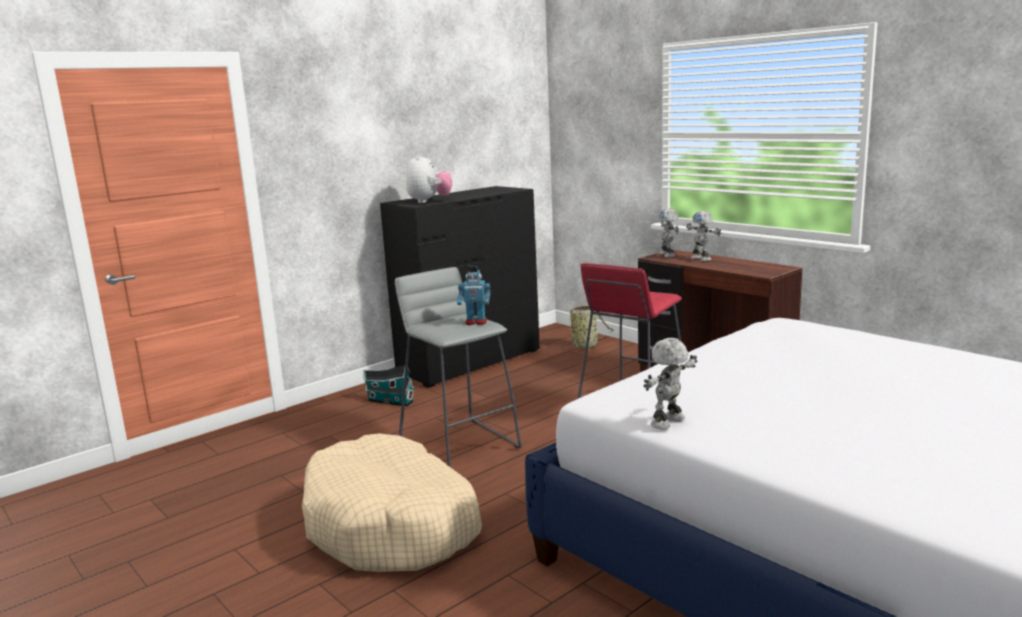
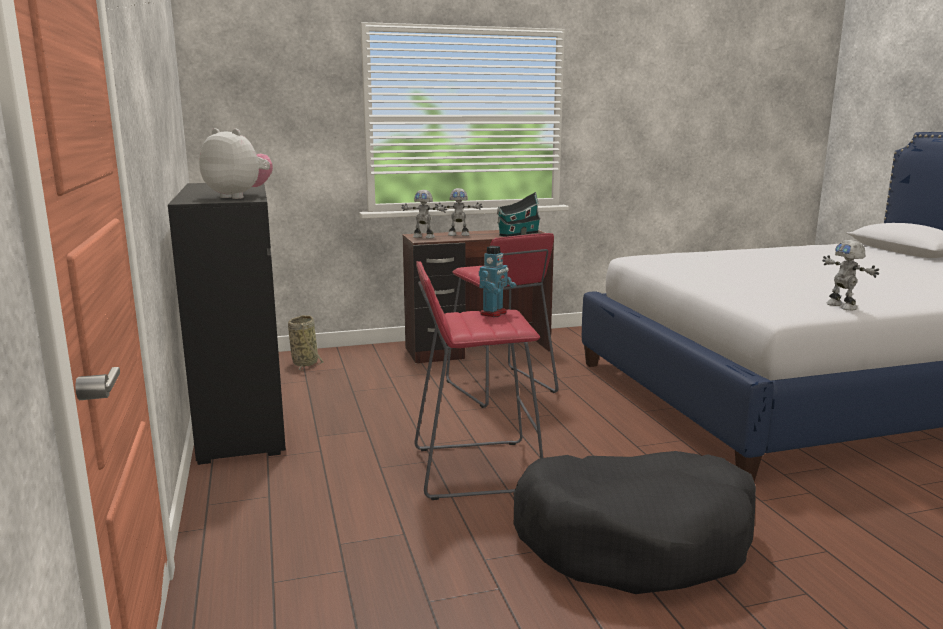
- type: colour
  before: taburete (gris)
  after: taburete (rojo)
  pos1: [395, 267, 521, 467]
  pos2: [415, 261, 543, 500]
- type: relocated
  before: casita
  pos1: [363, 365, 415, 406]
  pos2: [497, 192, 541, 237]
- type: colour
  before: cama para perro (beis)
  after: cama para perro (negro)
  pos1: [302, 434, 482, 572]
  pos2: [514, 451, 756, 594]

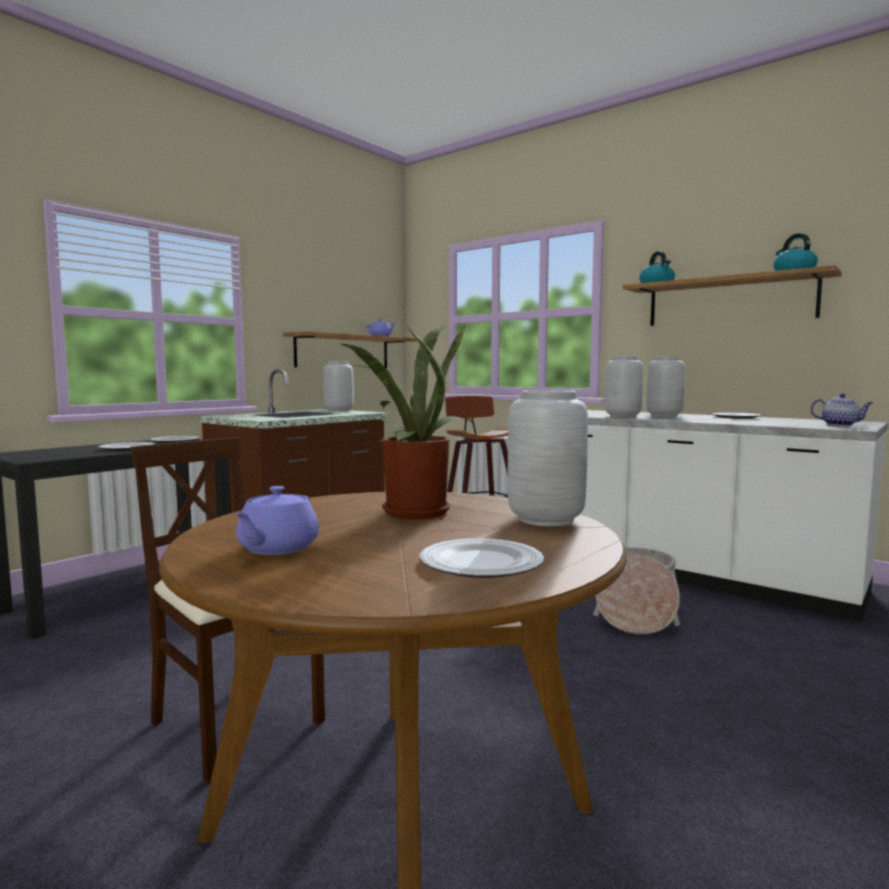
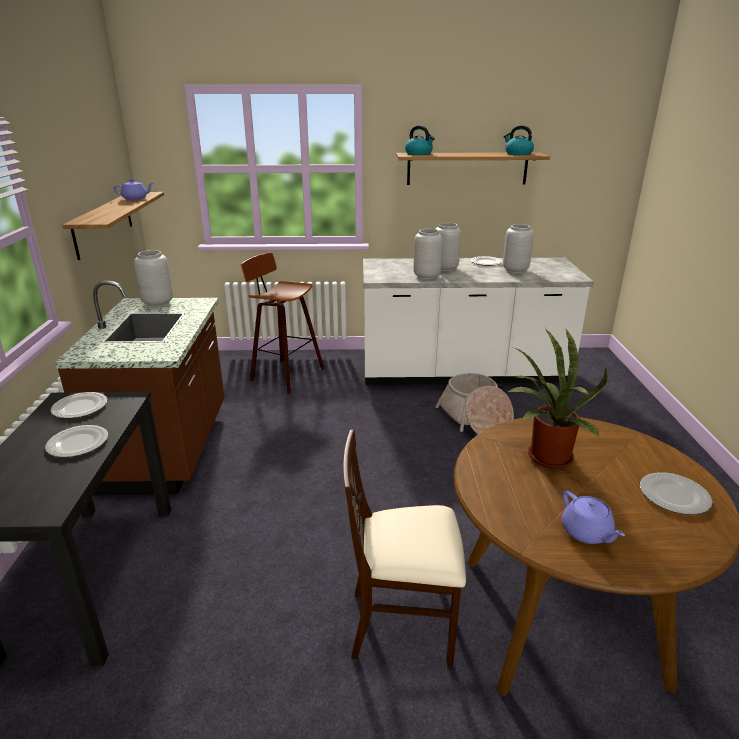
- type: relocated
  before: florero (gris)
  pos1: [508, 390, 588, 526]
  pos2: [503, 224, 534, 273]
- type: missing
  before: tetera
  pos1: [810, 393, 873, 426]

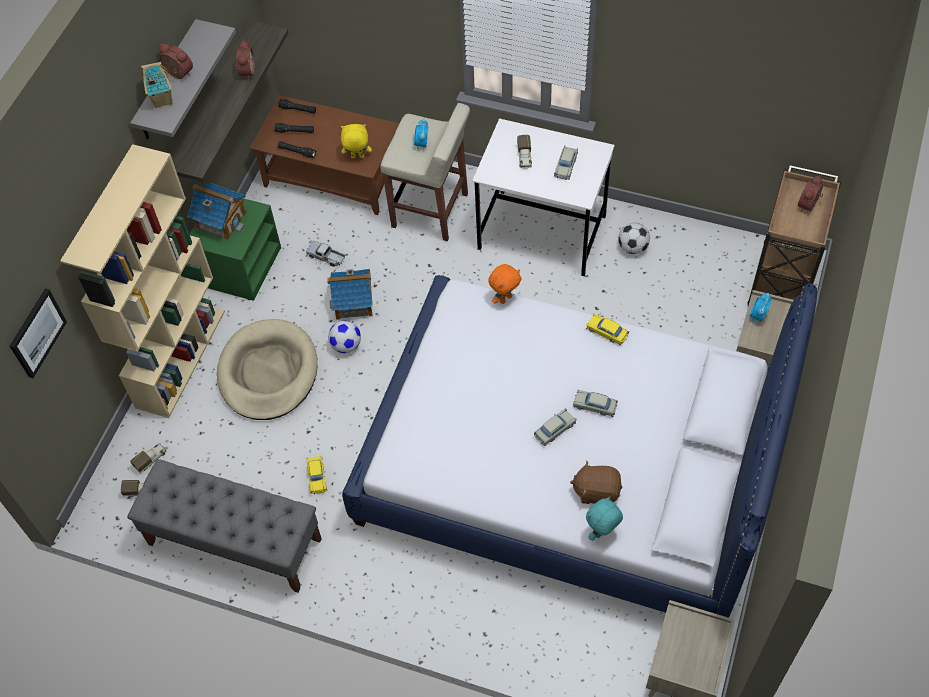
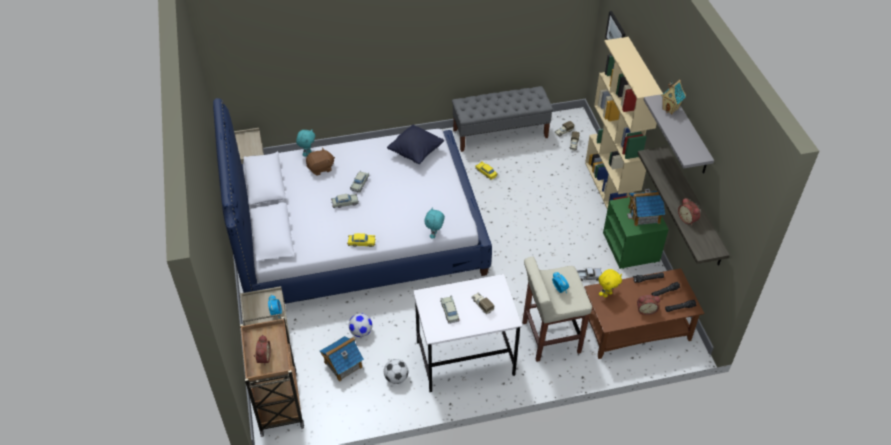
- type: relocated
  before: casita
  pos1: [327, 269, 373, 320]
  pos2: [320, 336, 364, 382]
- type: relocated
  before: balón de fútbol
  pos1: [328, 321, 361, 353]
  pos2: [349, 313, 372, 337]
- type: appeared
  after: cojín (negro)
  pos2: [387, 125, 444, 164]
- type: colour
  before: peluche (naranja)
  after: peluche (turquesa)
  pos1: [488, 264, 521, 304]
  pos2: [424, 207, 445, 239]
- type: relocated
  before: despertador
  pos1: [160, 44, 193, 79]
  pos2: [637, 295, 660, 315]
- type: missing
  before: cama para perro (beis)
  pos1: [217, 319, 318, 420]

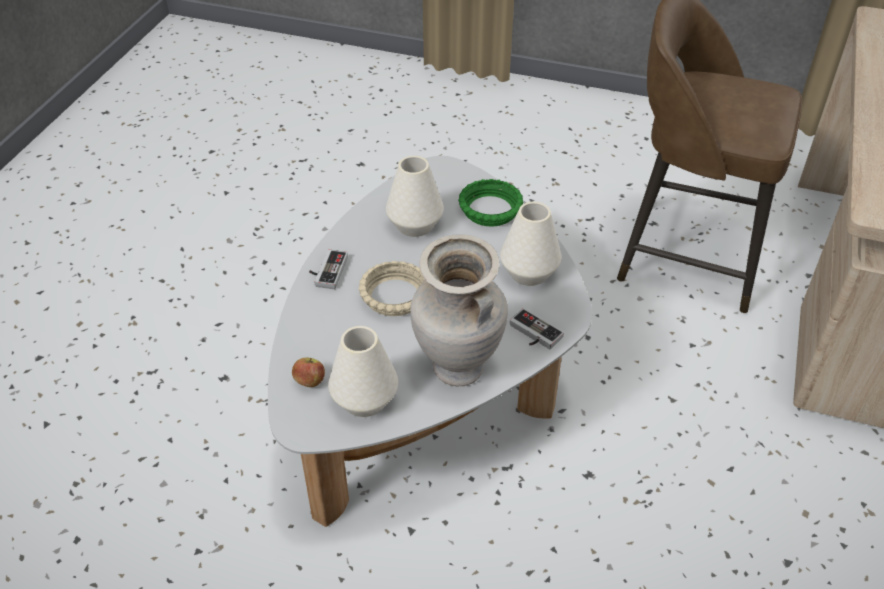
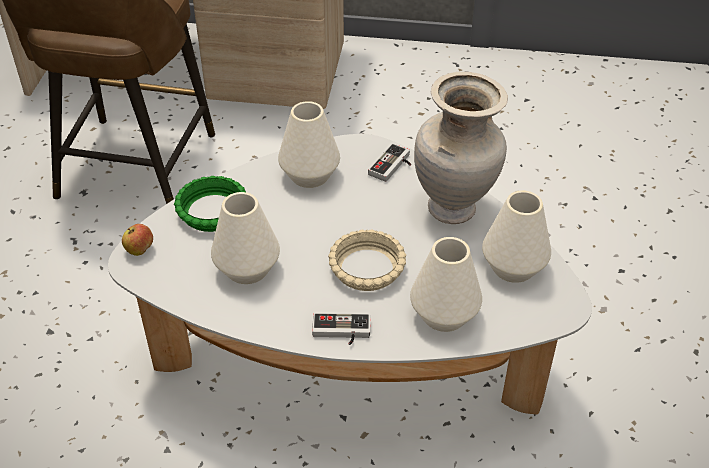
- type: relocated
  before: manzana
  pos1: [292, 358, 325, 387]
  pos2: [122, 224, 153, 256]
- type: appeared
  after: florero (blanco)
  pos2: [410, 237, 482, 332]

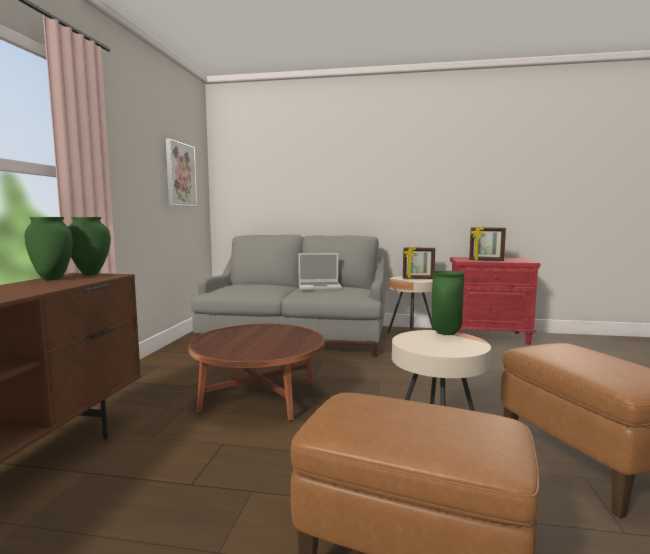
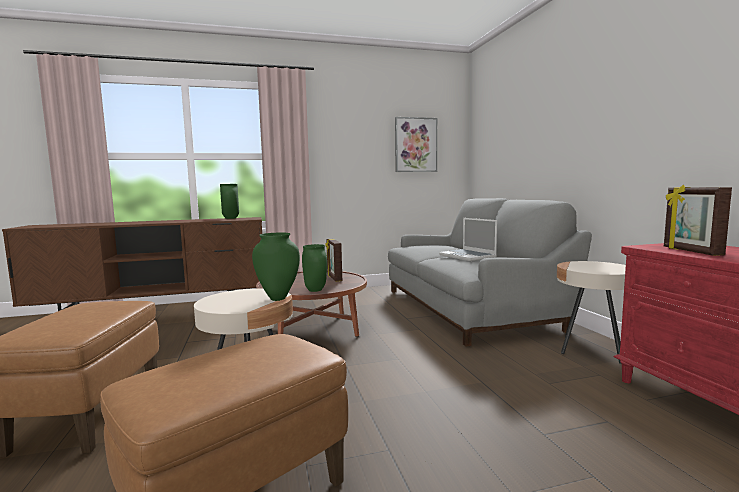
- type: relocated
  before: florero (verde)
  pos1: [68, 217, 111, 276]
  pos2: [302, 244, 327, 292]
- type: relocated
  before: portarretratos
  pos1: [403, 247, 435, 279]
  pos2: [325, 239, 342, 282]

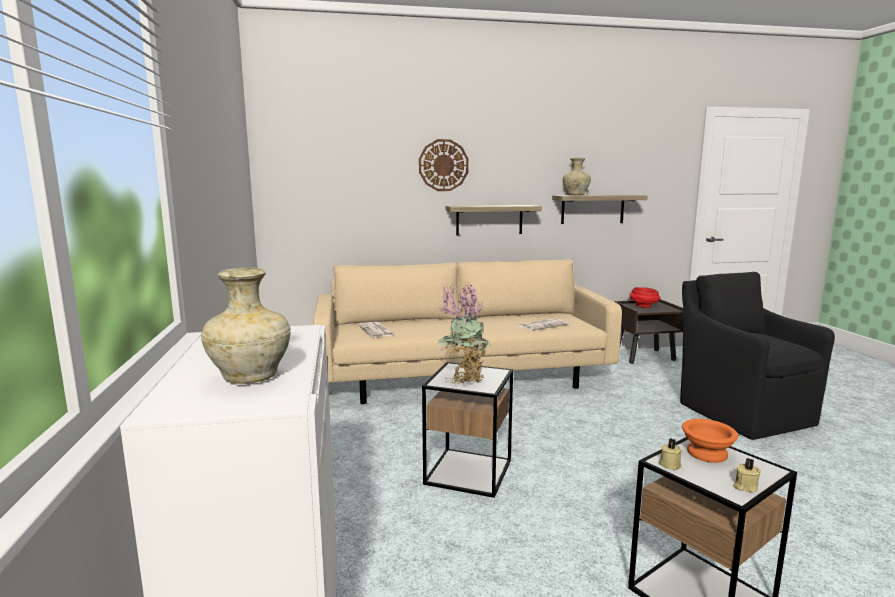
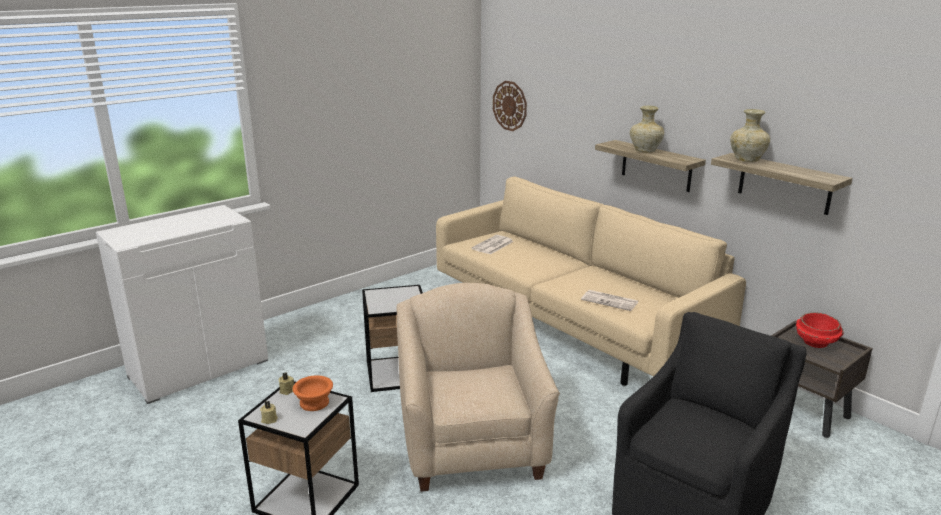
- type: appeared
  after: sillón (beis)
  pos2: [397, 283, 560, 492]
- type: relocated
  before: reloj de pared
  pos1: [419, 139, 469, 191]
  pos2: [493, 81, 527, 131]
- type: relocated
  before: florero (beis)
  pos1: [201, 267, 291, 384]
  pos2: [630, 106, 664, 153]
- type: missing
  before: planta en maceta
  pos1: [438, 283, 491, 385]

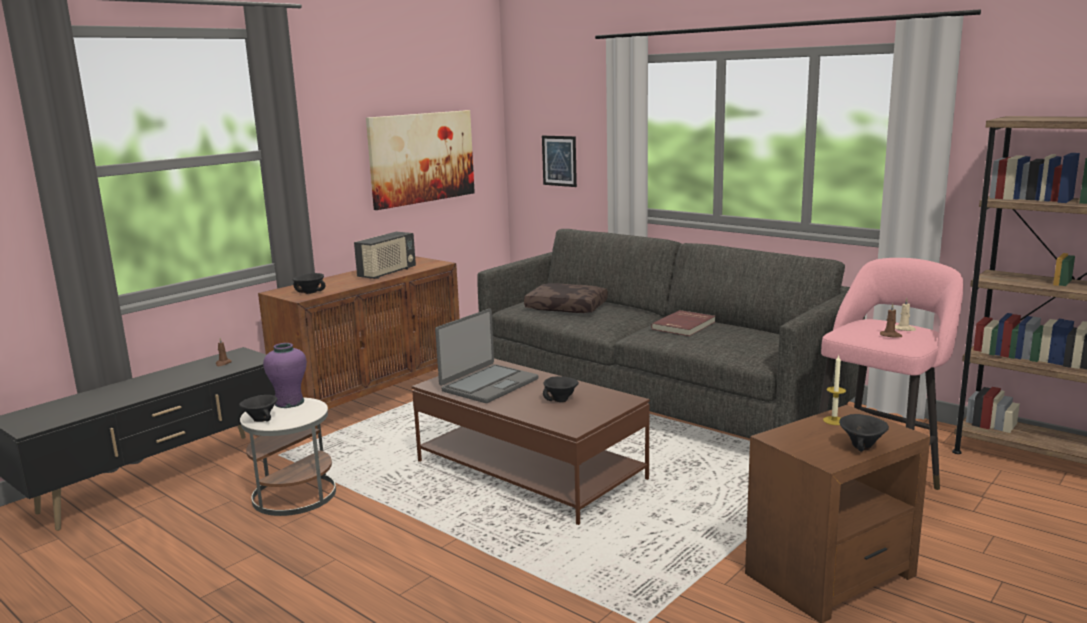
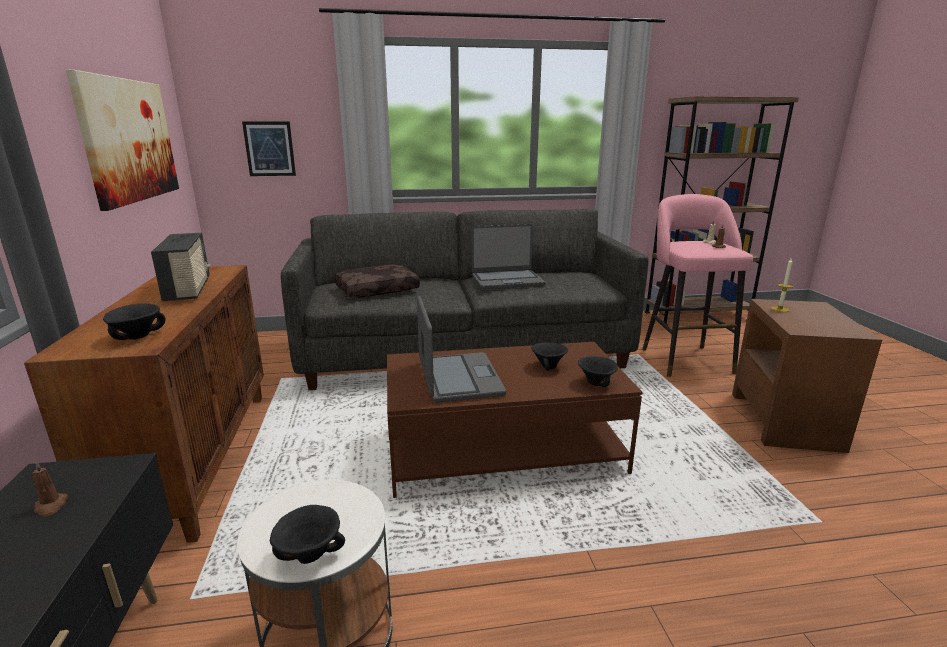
- type: exchanged
  before: libro (rojo)
  after: portátil
  pos1: [651, 310, 715, 336]
  pos2: [472, 224, 546, 289]
- type: relocated
  before: cuenco (negro)
  pos1: [839, 414, 889, 452]
  pos2: [578, 356, 618, 387]
- type: missing
  before: florero (morado)
  pos1: [263, 343, 307, 408]

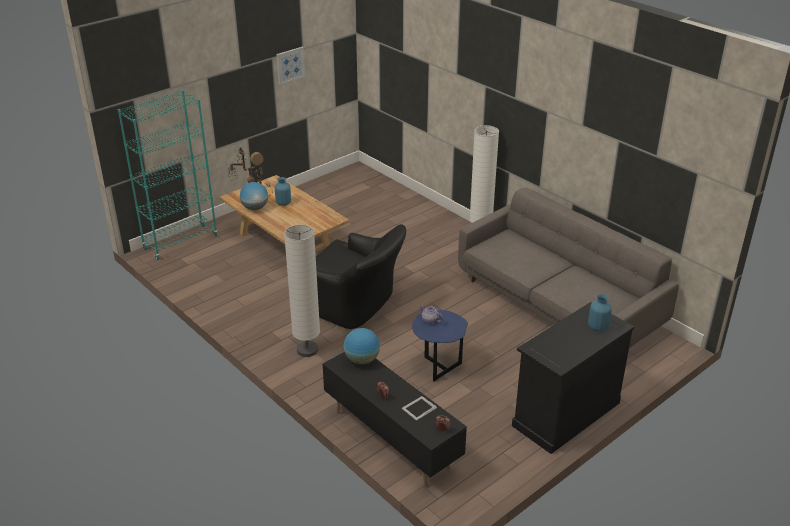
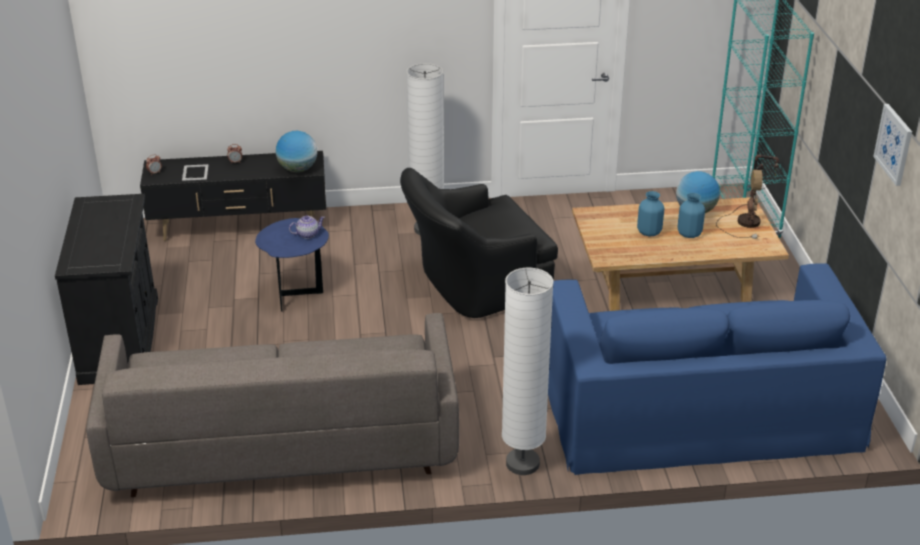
- type: appeared
  after: sofá (azul)
  pos2: [548, 263, 887, 475]
- type: relocated
  before: florero (azul)
  pos1: [588, 294, 612, 331]
  pos2: [637, 191, 664, 236]

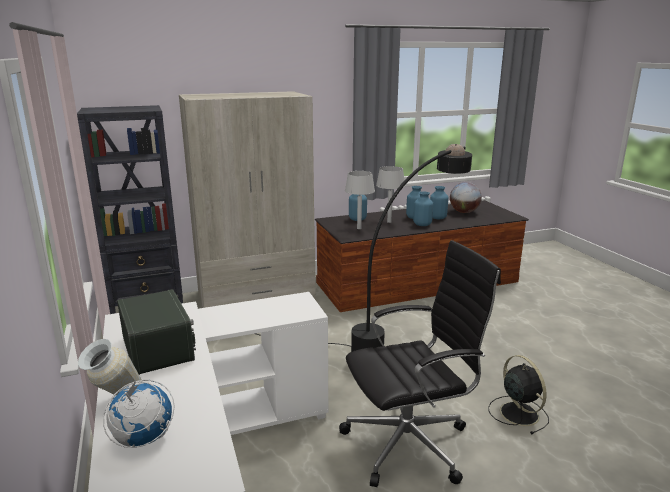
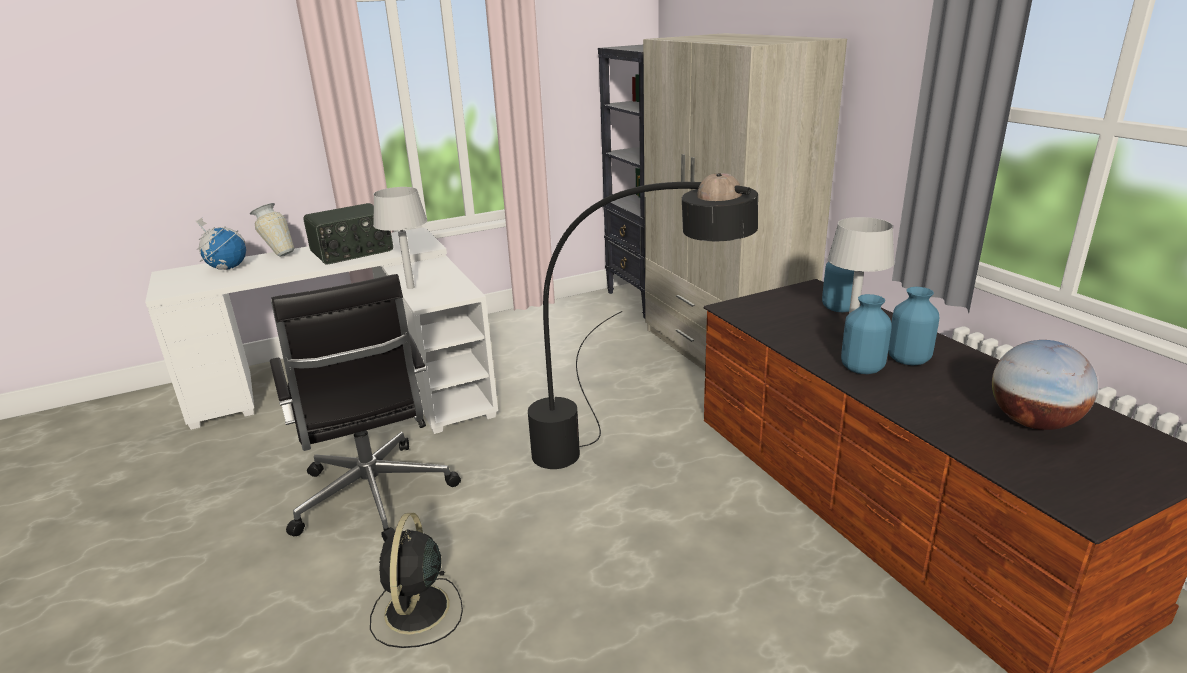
- type: spun
  before: ventilador (negro)
  pos1: [488, 355, 549, 434]
  pos2: [370, 513, 463, 648]
  turn: 120
- type: relocated
  before: lámpara de mesa (gris)
  pos1: [345, 171, 375, 229]
  pos2: [373, 187, 427, 289]
- type: missing
  before: florero (azul)
  pos1: [430, 186, 448, 219]

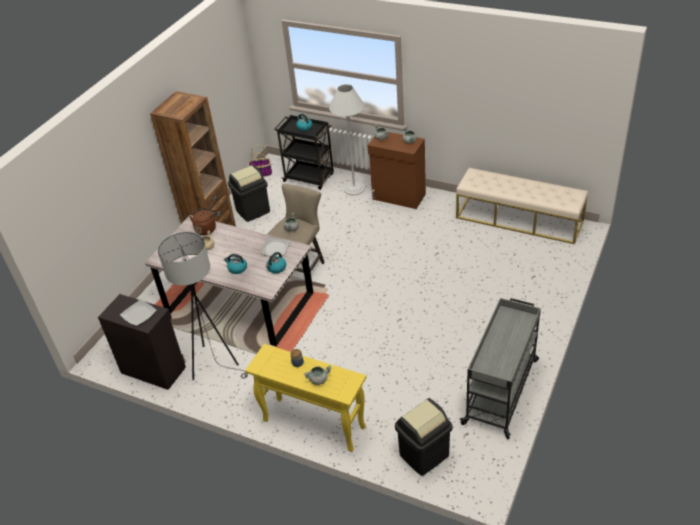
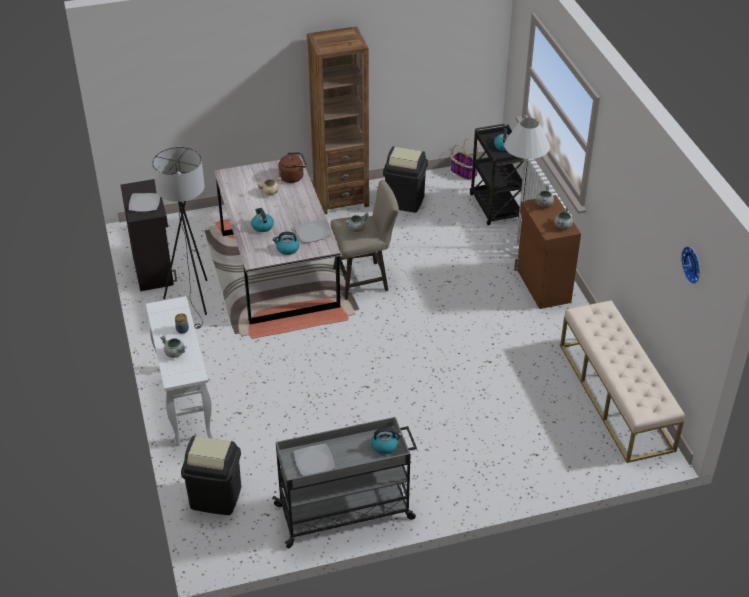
- type: colour
  before: mesa consola (amarillo)
  after: mesa consola (blanco)
  pos1: [245, 344, 366, 452]
  pos2: [146, 296, 213, 446]
- type: appeared
  after: plato
  pos2: [294, 444, 335, 476]
- type: appeared
  after: hervidor
  pos2: [371, 428, 402, 454]
- type: appeared
  after: reloj de pared
  pos2: [681, 246, 700, 284]

